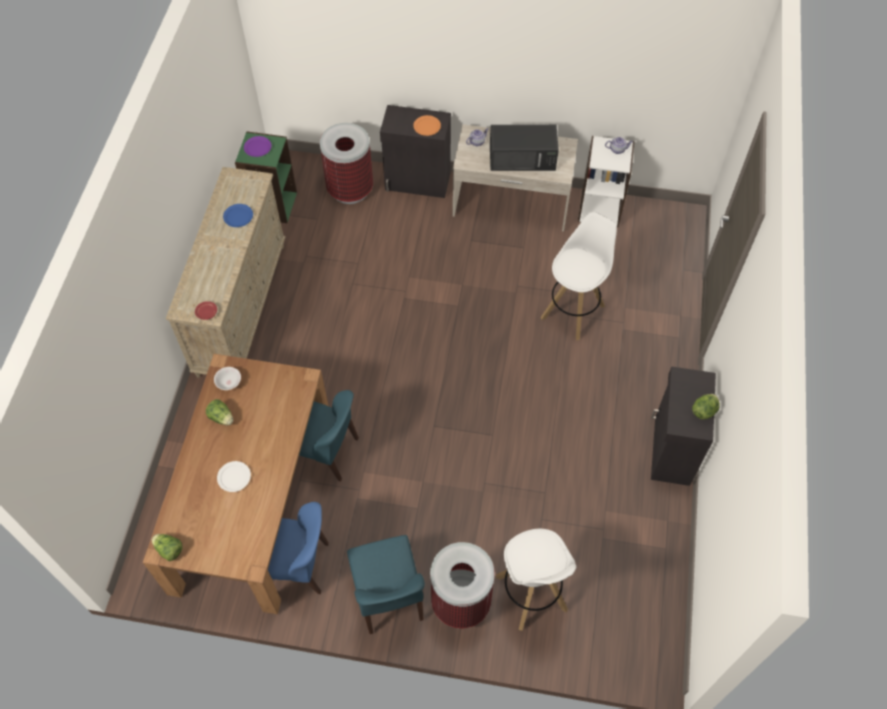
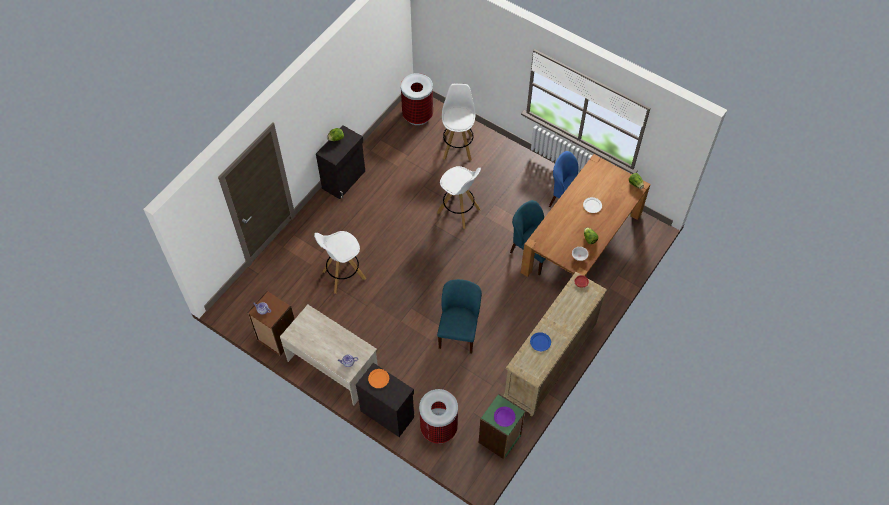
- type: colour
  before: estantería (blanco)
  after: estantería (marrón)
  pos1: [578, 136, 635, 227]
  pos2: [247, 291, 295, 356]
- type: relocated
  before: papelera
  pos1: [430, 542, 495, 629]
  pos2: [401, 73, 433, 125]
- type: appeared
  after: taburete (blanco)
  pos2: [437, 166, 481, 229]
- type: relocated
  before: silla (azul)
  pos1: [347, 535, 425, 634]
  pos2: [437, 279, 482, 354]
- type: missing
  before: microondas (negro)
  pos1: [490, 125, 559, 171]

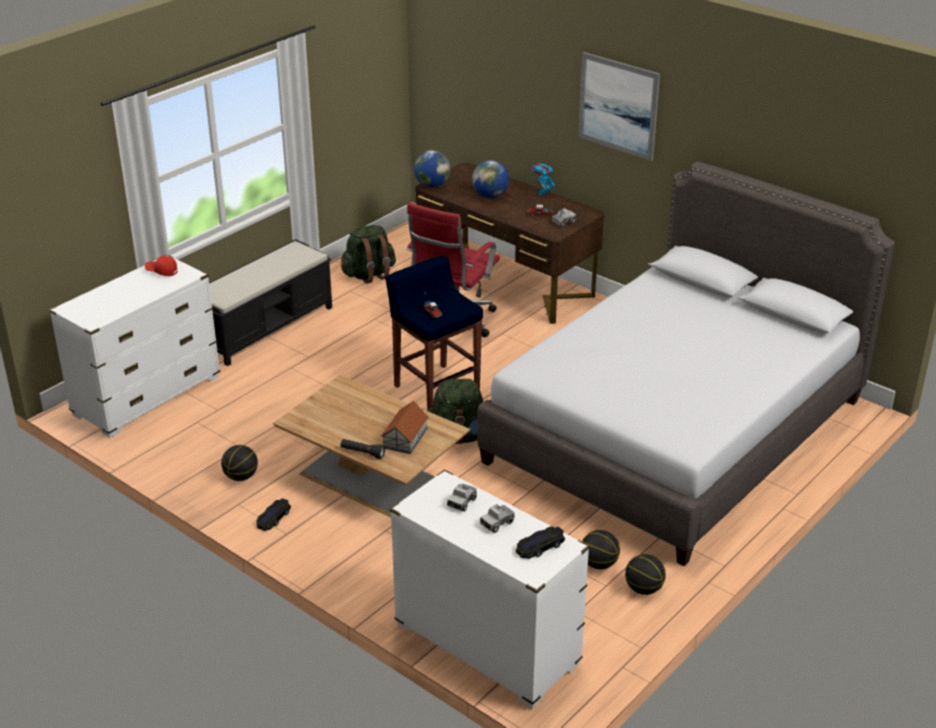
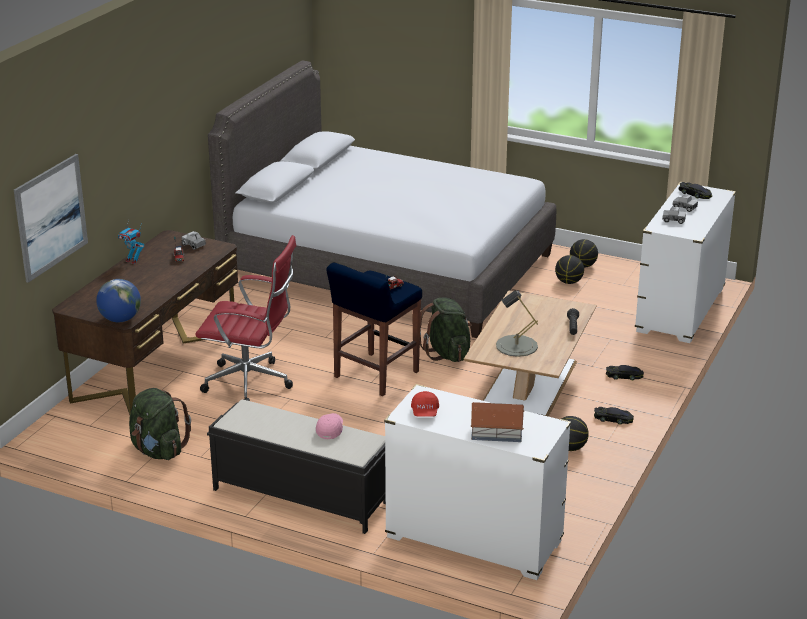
- type: relocated
  before: cuadro
  pos1: [578, 52, 660, 161]
  pos2: [14, 154, 88, 283]
- type: appeared
  after: gorra (rosa)
  pos2: [316, 413, 343, 439]
- type: relocated
  before: casita
  pos1: [381, 401, 429, 454]
  pos2: [470, 402, 524, 442]
- type: appeared
  after: lámpara de mesa (gris)
  pos2: [496, 290, 538, 357]
- type: appeared
  after: coche de juguete (negro)
  pos2: [606, 365, 644, 380]
- type: missing
  before: globo terráqueo
  pos1: [472, 160, 509, 198]

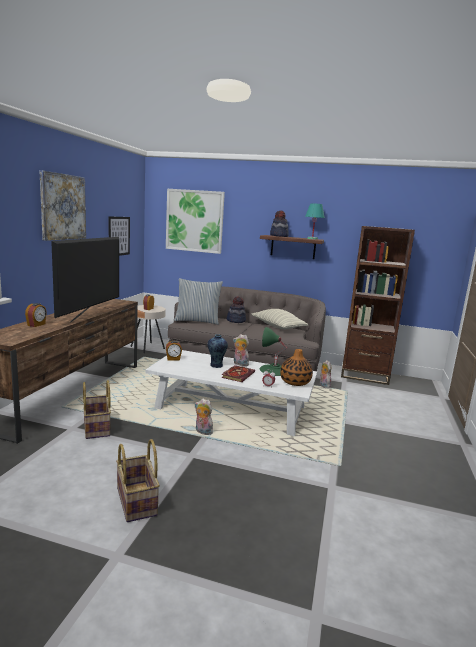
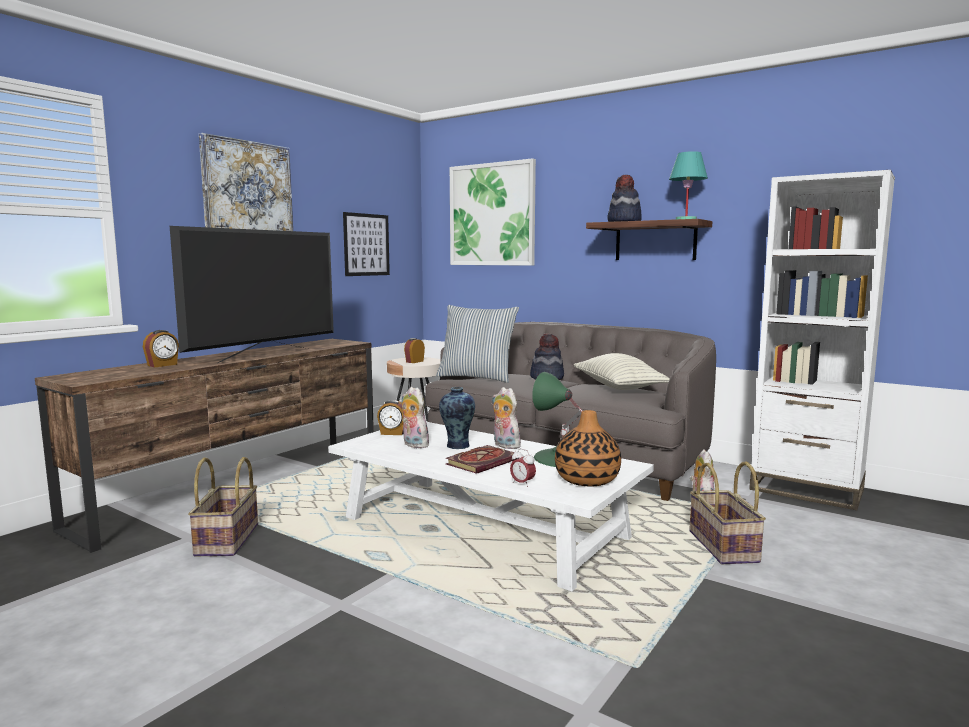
- type: relocated
  before: peluche
  pos1: [194, 398, 213, 435]
  pos2: [402, 387, 432, 448]
- type: relocated
  before: cesta
  pos1: [116, 439, 160, 522]
  pos2: [689, 461, 766, 564]
- type: colour
  before: estantería (marrón)
  after: estantería (blanco)
  pos1: [341, 226, 415, 385]
  pos2: [749, 170, 895, 510]

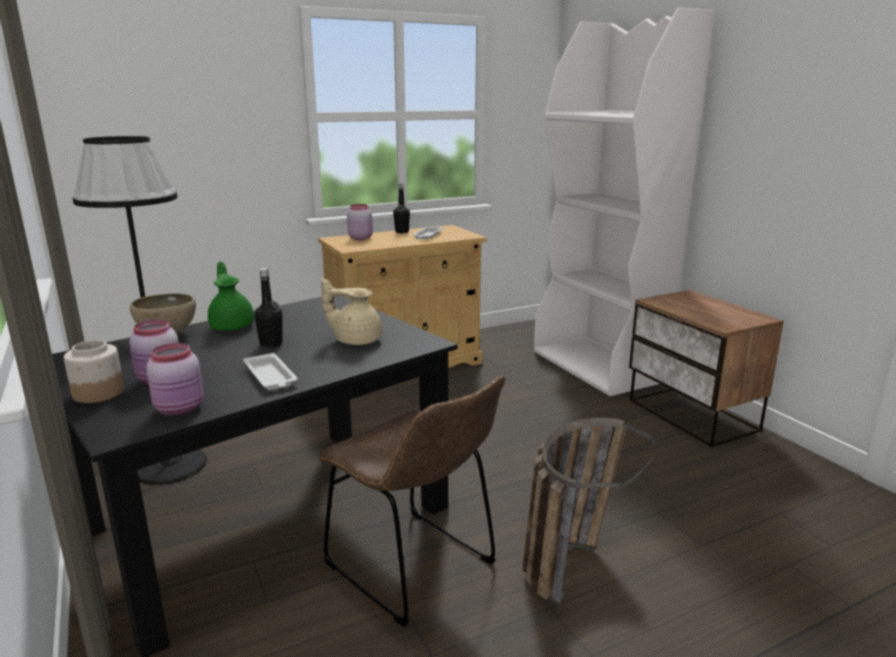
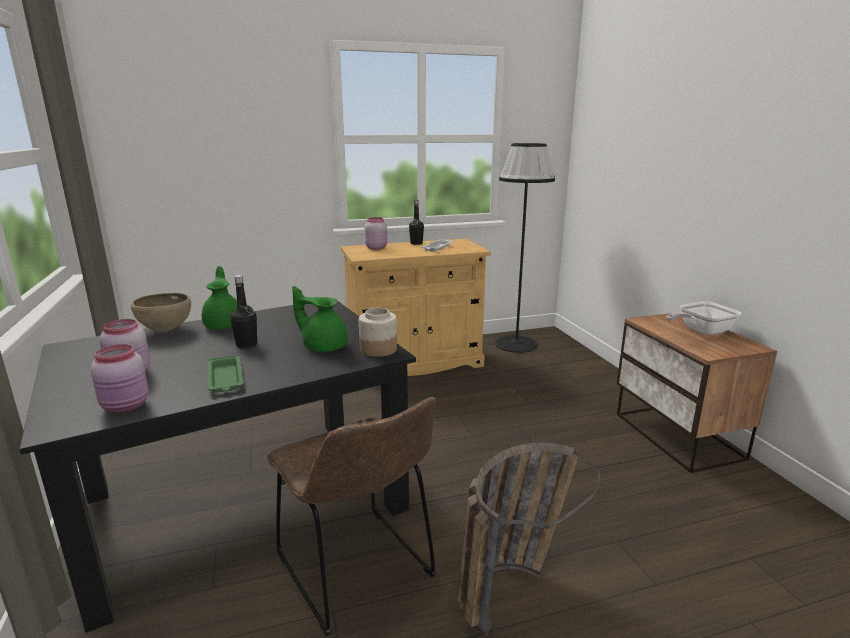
- type: colour
  before: bandeja (blanco)
  after: bandeja (verde)
  pos1: [243, 353, 298, 390]
  pos2: [208, 355, 243, 393]
- type: colour
  before: tetera (beis)
  after: tetera (verde)
  pos1: [321, 278, 382, 345]
  pos2: [292, 286, 348, 352]
- type: relocated
  before: tarro
  pos1: [64, 340, 124, 403]
  pos2: [359, 308, 397, 357]
- type: relocated
  before: lámpara de pie (negro)
  pos1: [72, 136, 207, 485]
  pos2: [495, 143, 555, 353]
- type: appeared
  after: sartén
  pos2: [666, 301, 741, 335]
- type: missing
  before: estantería (blanco)
  pos1: [534, 7, 715, 396]

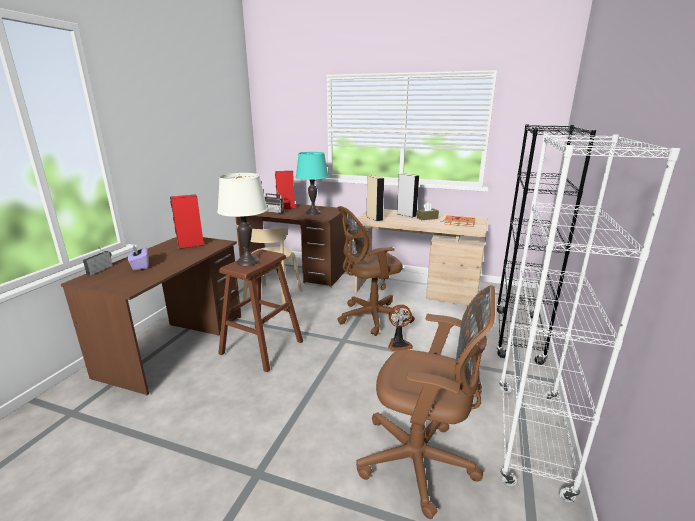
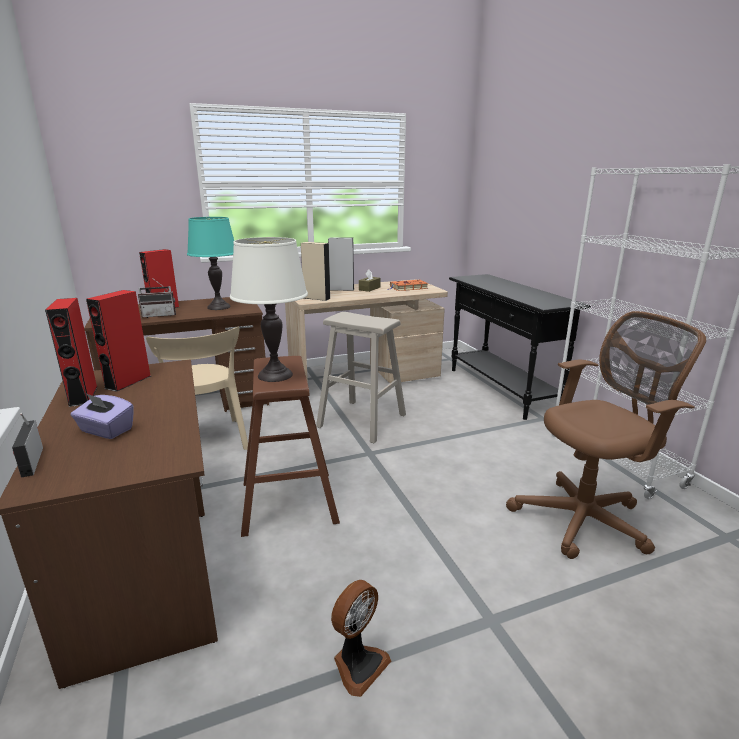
- type: appeared
  after: altavoz (rojo)
  pos2: [45, 298, 98, 407]
- type: exchanged
  before: silla de oficina (marrón)
  after: taburete (beis)
  pos1: [337, 206, 415, 336]
  pos2: [316, 312, 406, 444]
- type: relocated
  before: ventilador
  pos1: [388, 304, 413, 351]
  pos2: [331, 580, 391, 697]
- type: exchanged
  before: estantería (negro)
  after: mesa consola (negro)
  pos1: [496, 124, 596, 365]
  pos2: [449, 274, 591, 420]

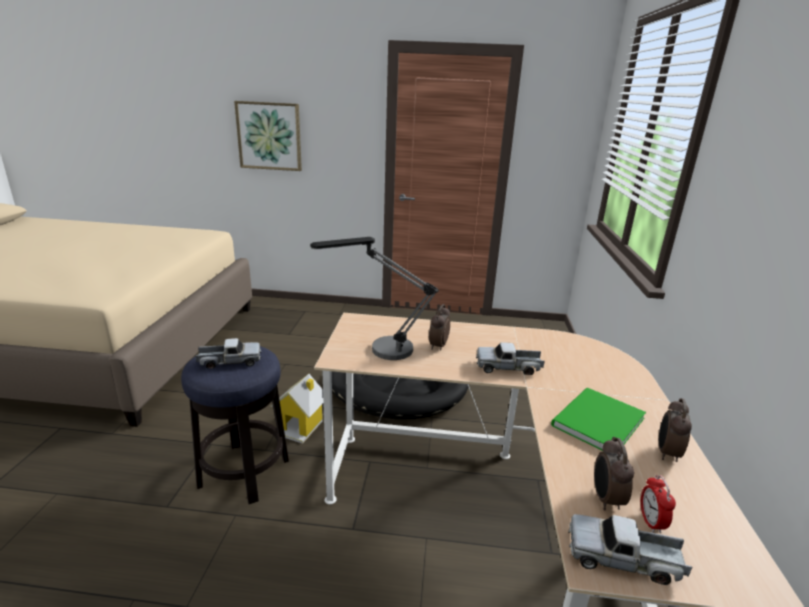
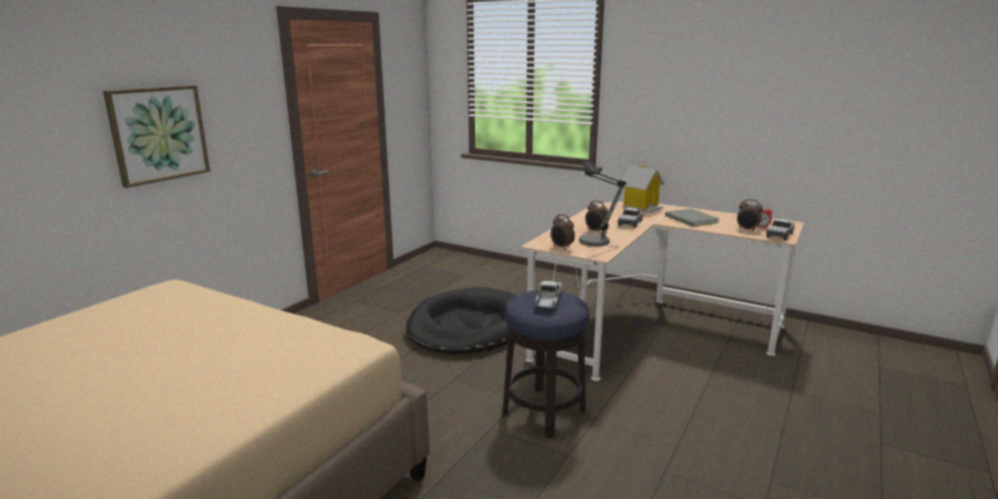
- type: relocated
  before: despertador
  pos1: [659, 398, 692, 462]
  pos2: [551, 214, 575, 250]
- type: relocated
  before: casita
  pos1: [270, 374, 323, 444]
  pos2: [622, 165, 665, 213]
- type: colour
  before: libro (verde)
  after: libro (gris)
  pos1: [551, 388, 646, 451]
  pos2: [665, 208, 720, 227]

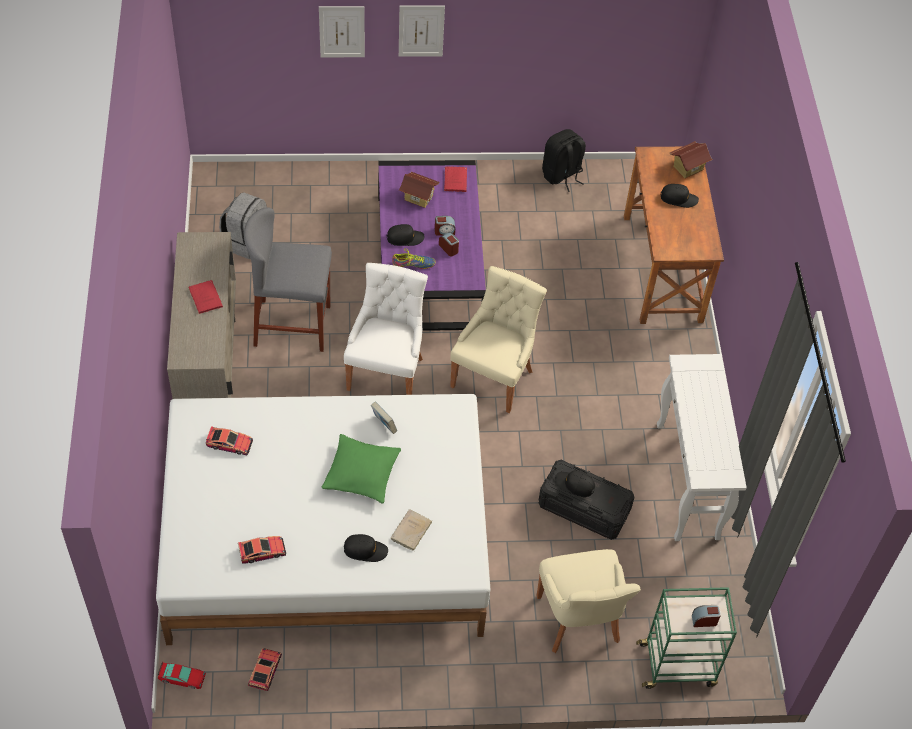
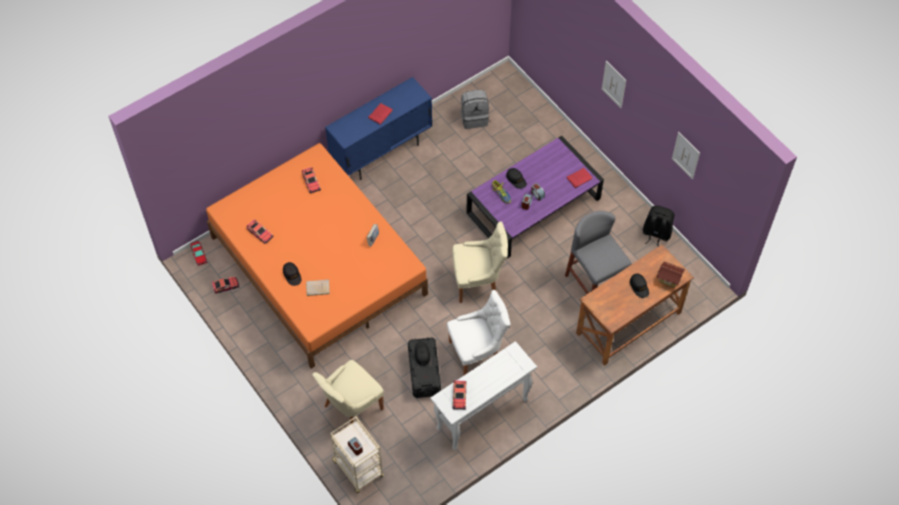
- type: colour
  before: cama (blanco)
  after: cama (naranja)
  pos1: [156, 394, 490, 645]
  pos2: [206, 143, 428, 369]
- type: colour
  before: armario (beis)
  after: armario (azul)
  pos1: [167, 232, 236, 399]
  pos2: [325, 77, 432, 180]
- type: colour
  before: carrito (verde)
  after: carrito (beis)
  pos1: [636, 587, 737, 689]
  pos2: [330, 417, 384, 493]
- type: relocated
  before: silla (blanco)
  pos1: [344, 263, 428, 395]
  pos2: [447, 290, 511, 375]
- type: appeared
  after: coche de juguete
  pos2: [453, 381, 466, 410]
- type: relocated
  before: taburete (gris)
  pos1: [244, 207, 332, 352]
  pos2: [565, 211, 632, 294]
- type: relocated
  before: cuadro
  pos1: [319, 6, 365, 57]
  pos2: [672, 132, 700, 180]
- type: missing
  before: cojín (verde)
  pos1: [321, 434, 401, 504]
- type: missing
  before: casita
  pos1: [399, 172, 440, 208]

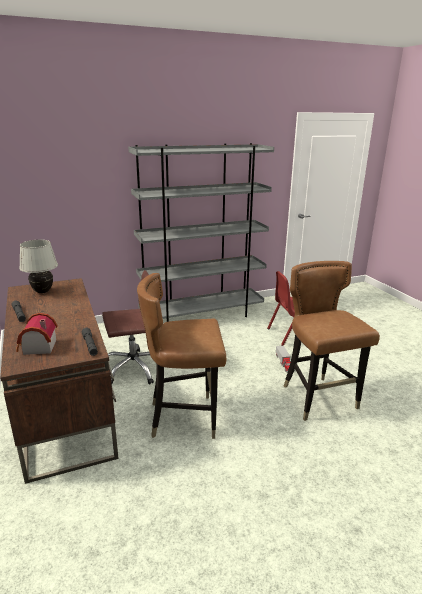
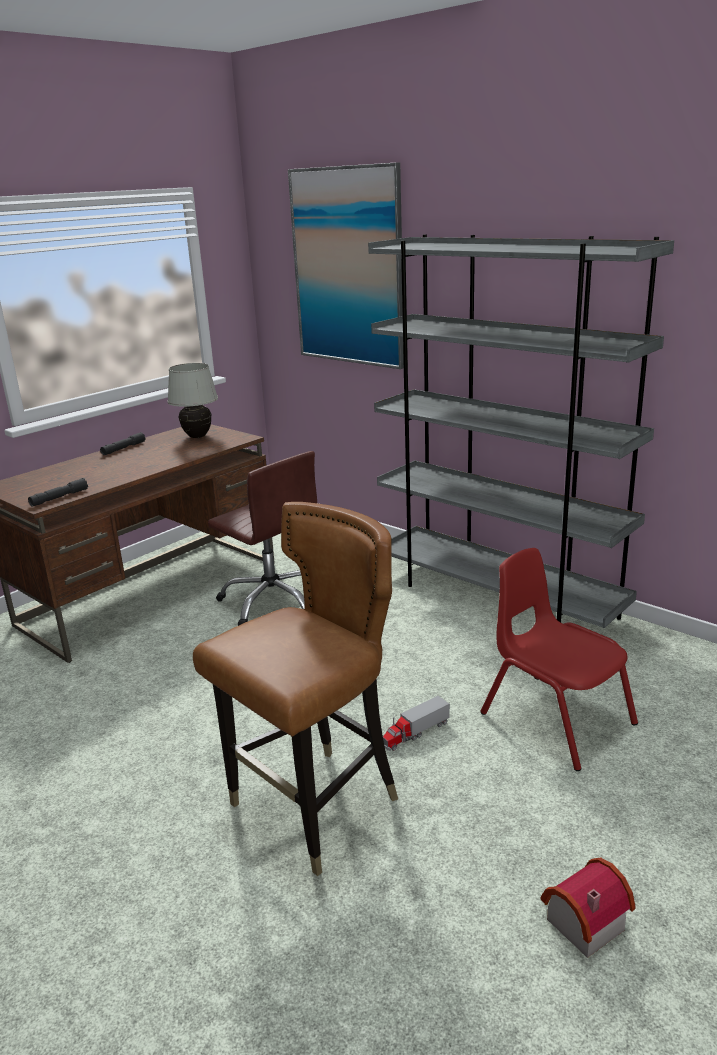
- type: appeared
  after: cuadro
  pos2: [288, 162, 404, 369]
- type: relocated
  before: casita
  pos1: [16, 313, 58, 355]
  pos2: [541, 858, 636, 958]
- type: missing
  before: silla (marrón)
  pos1: [137, 273, 226, 439]

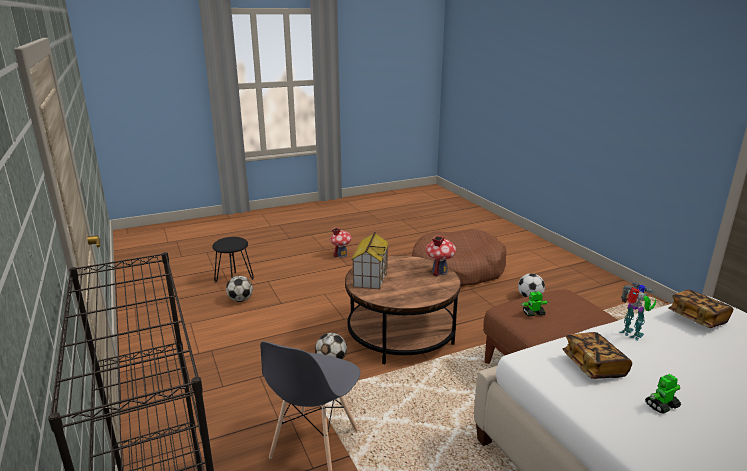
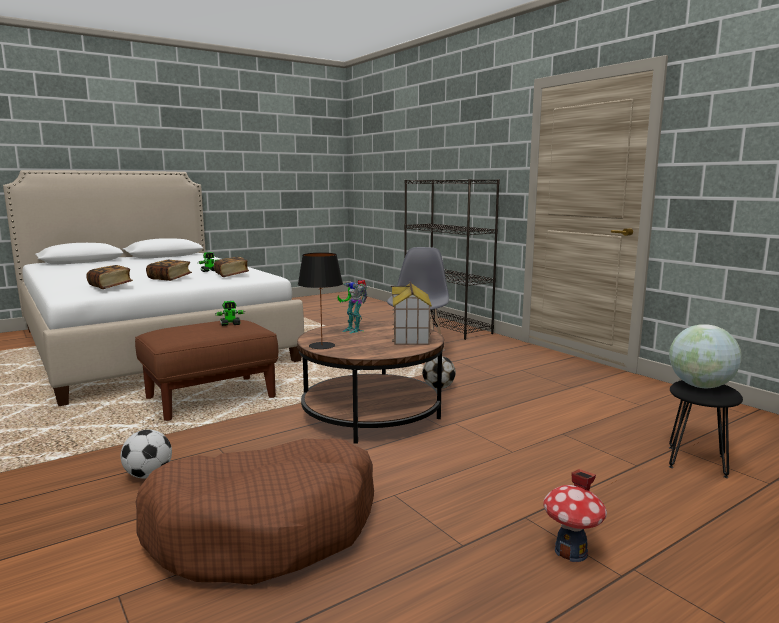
- type: appeared
  after: libro
  pos2: [146, 259, 192, 281]
- type: exchanged
  before: casita
  after: lámpara de mesa (negro)
  pos1: [426, 235, 456, 276]
  pos2: [298, 253, 343, 349]
- type: relocated
  before: robot de juguete
  pos1: [619, 282, 656, 341]
  pos2: [338, 280, 368, 333]
- type: appeared
  after: globo terráqueo
  pos2: [669, 324, 742, 388]
- type: missing
  before: balón de fútbol
  pos1: [226, 276, 253, 302]

